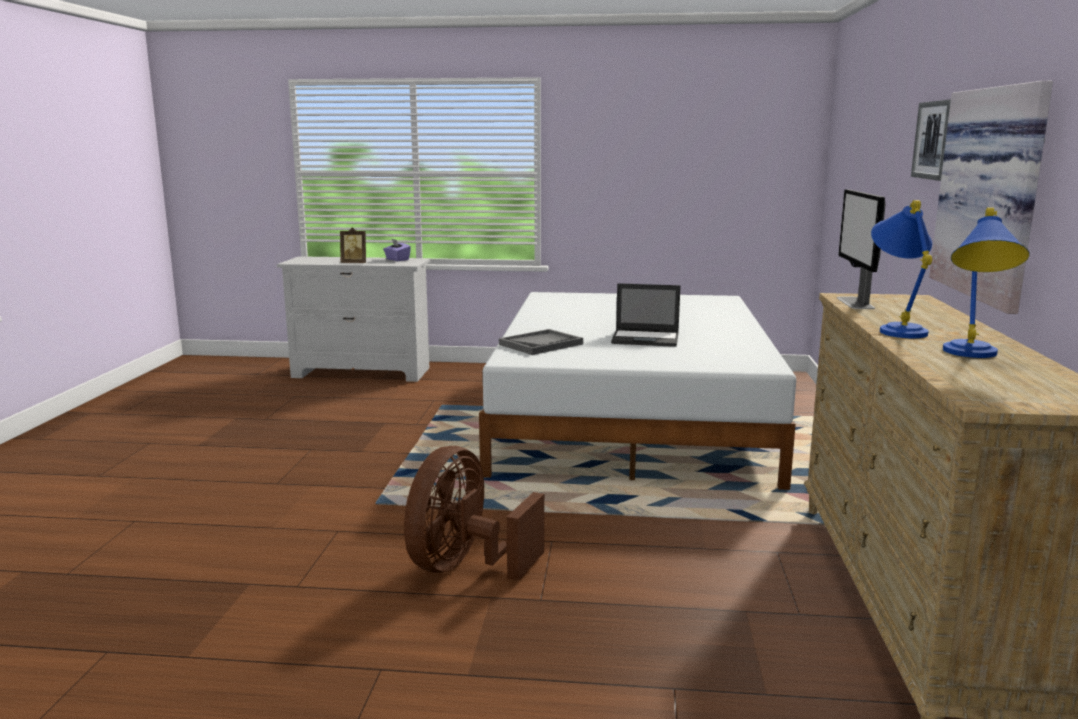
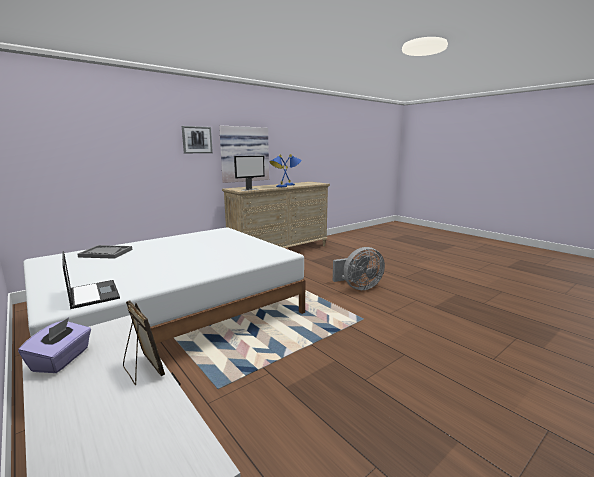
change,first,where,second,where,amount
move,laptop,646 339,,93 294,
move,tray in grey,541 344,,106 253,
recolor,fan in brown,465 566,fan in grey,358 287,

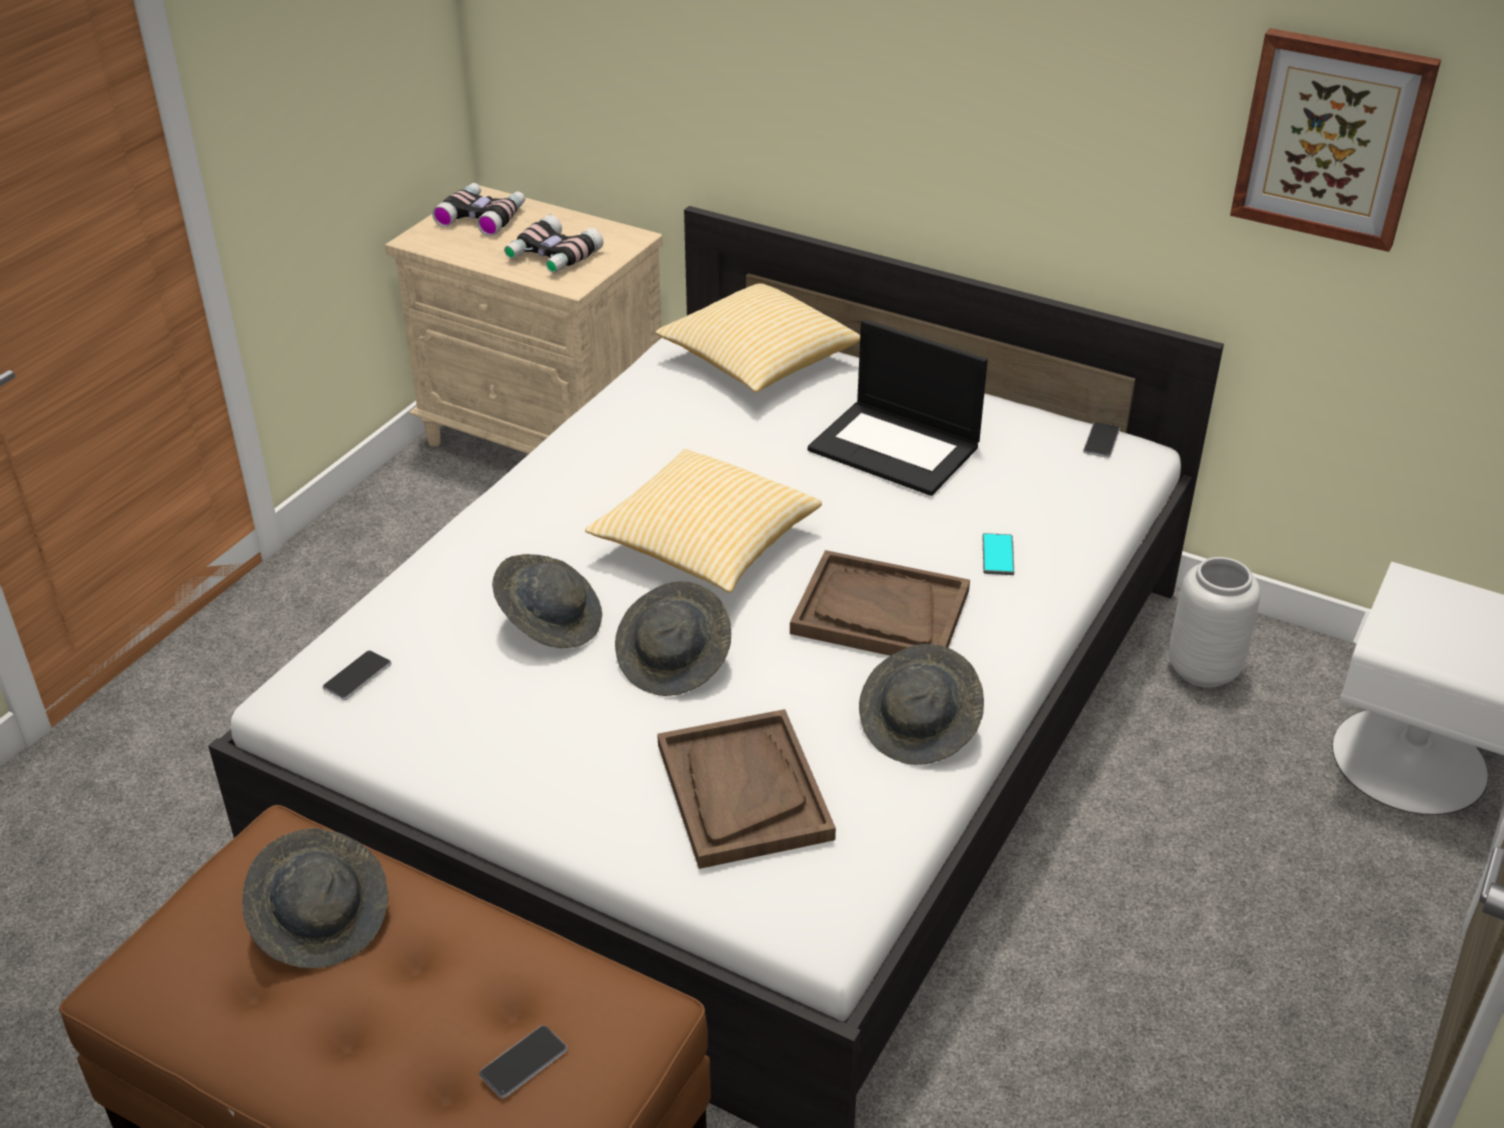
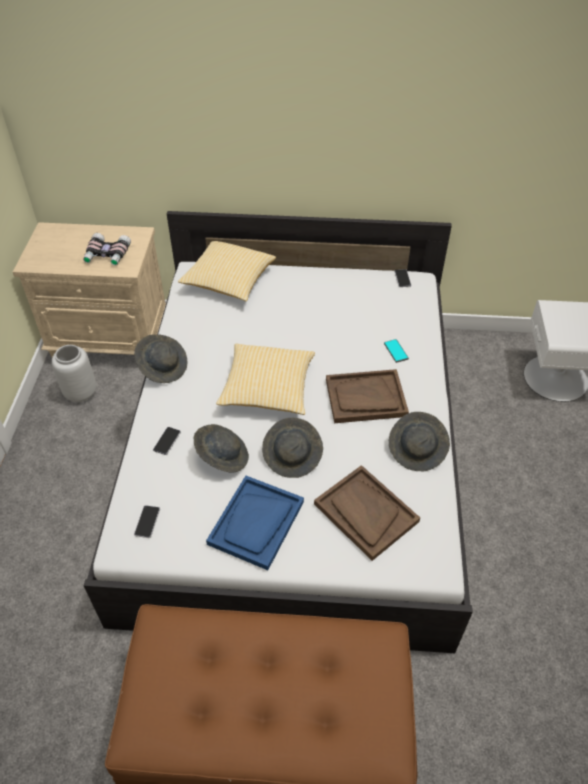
change,first,where,second,where,amount
move,vase in grey,1205 670,,81 393,
move,hat in grey,322 919,,163 367,
move,phone,523 1062,,167 441,
insert,,,tray in blue,256 523,
delete,binoculars,482 216,,,
delete,laptop,896 448,,,
delete,picture,1332 138,,,

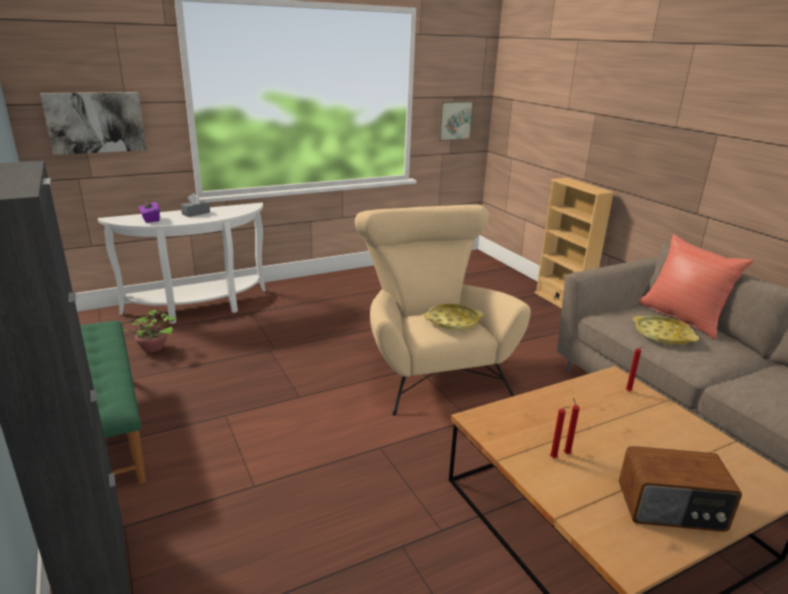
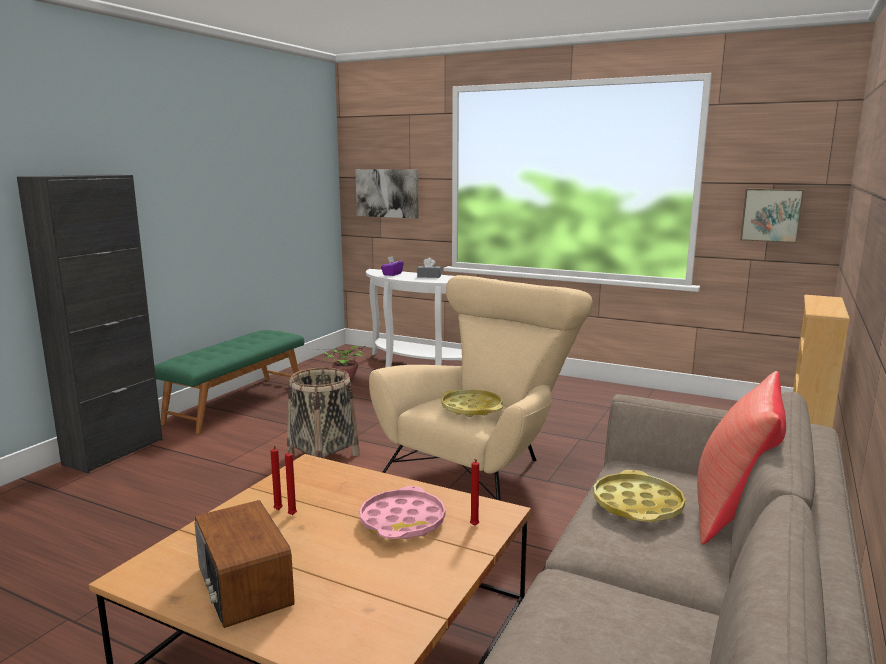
change,first,where,second,where,amount
insert,,,basket,323 455,
insert,,,tray in pink,402 521,

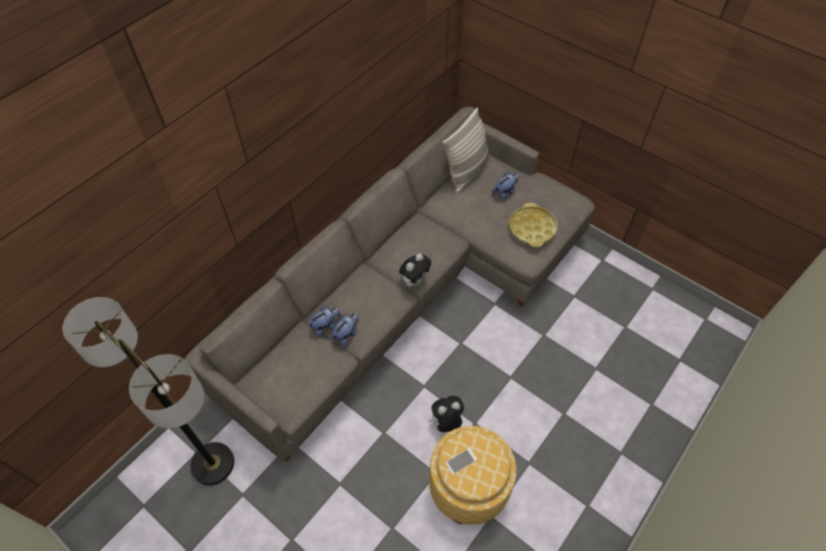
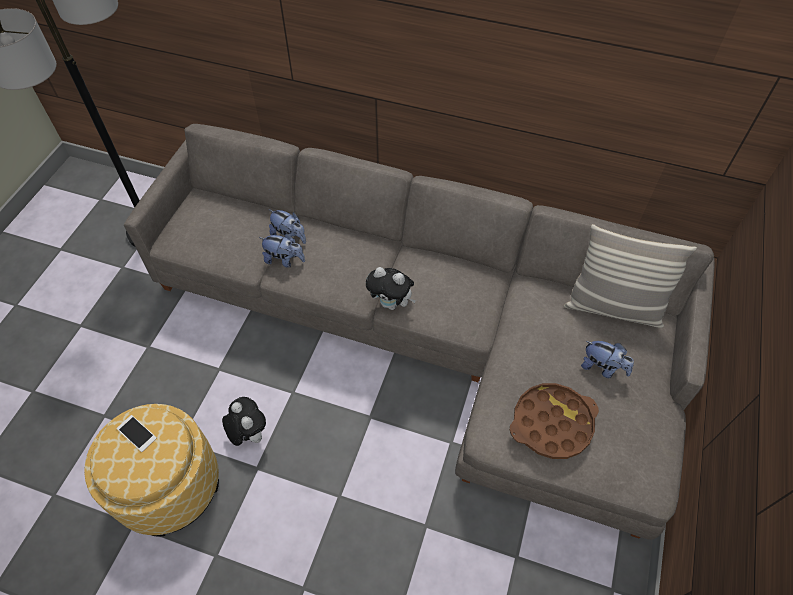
change,first,where,second,where,amount
recolor,tray in yellow,532 228,tray in brown,552 423,

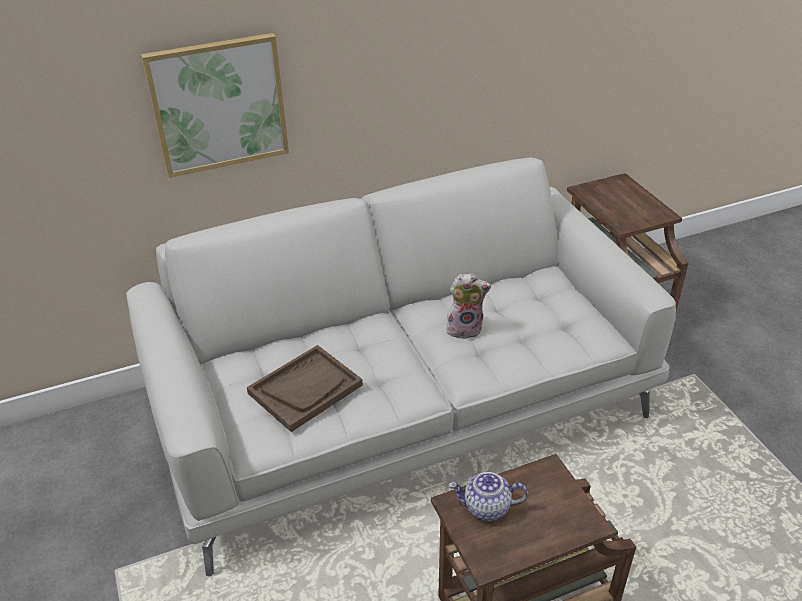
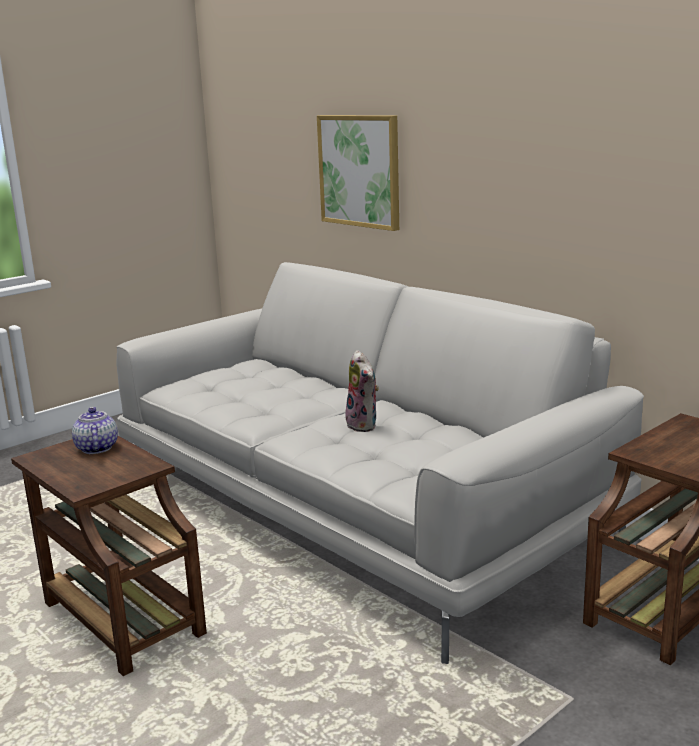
change,first,where,second,where,amount
delete,tray in brown,305 389,,,

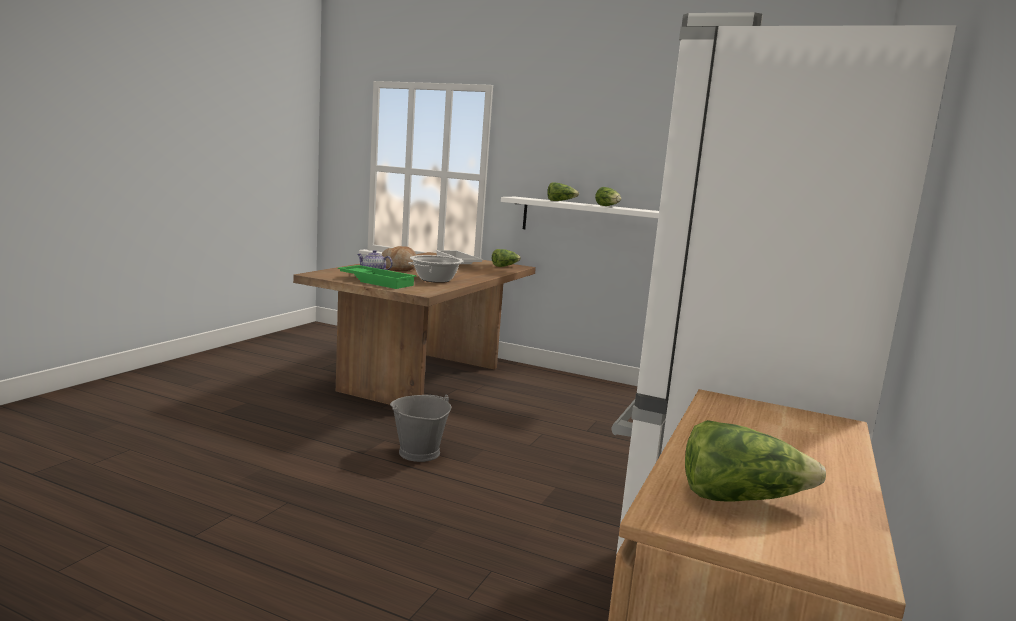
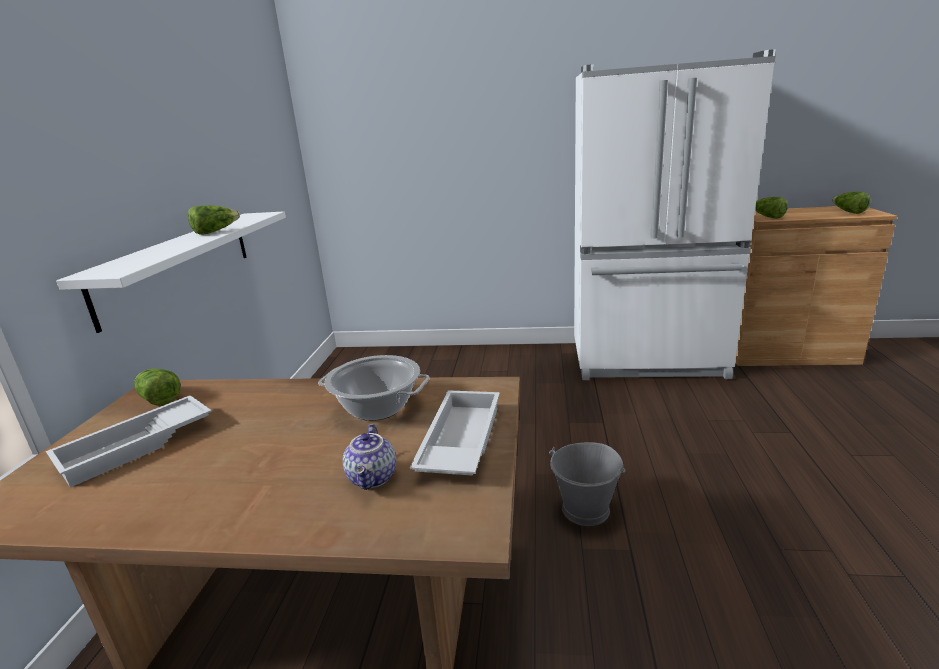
change,first,where,second,where,amount
recolor,tray in green,377 281,tray in white,459 441,
move,lettuce,560 201,,767 217,
delete,bread,399 268,,,

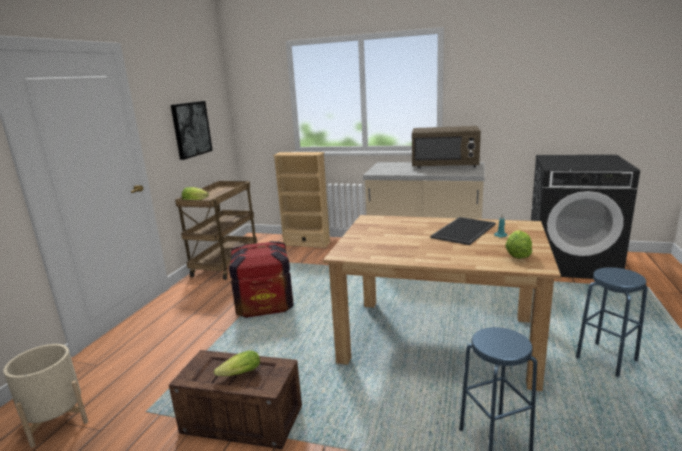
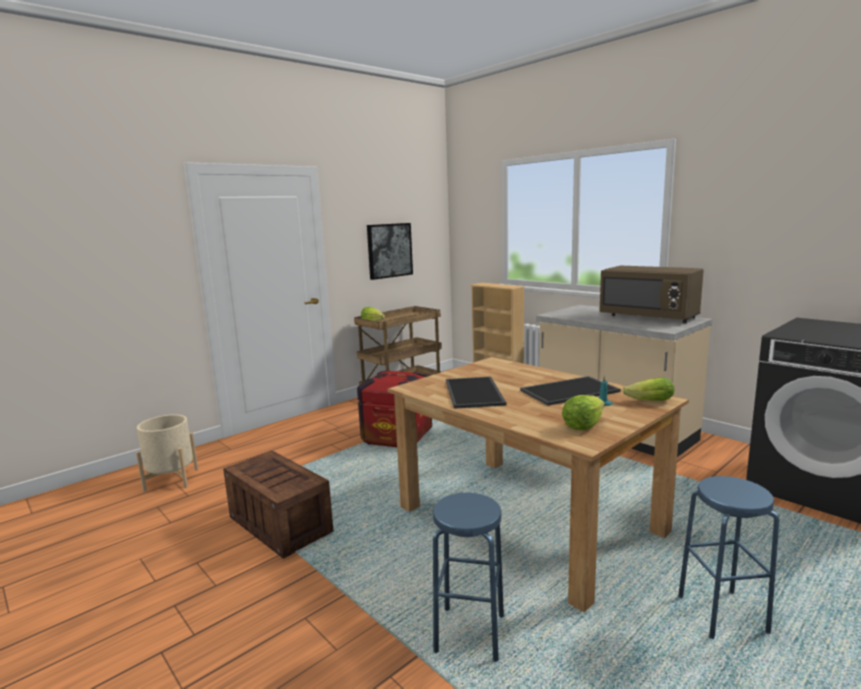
change,first,where,second,where,amount
insert,,,tray,475 393,
move,lettuce,238 374,,647 401,

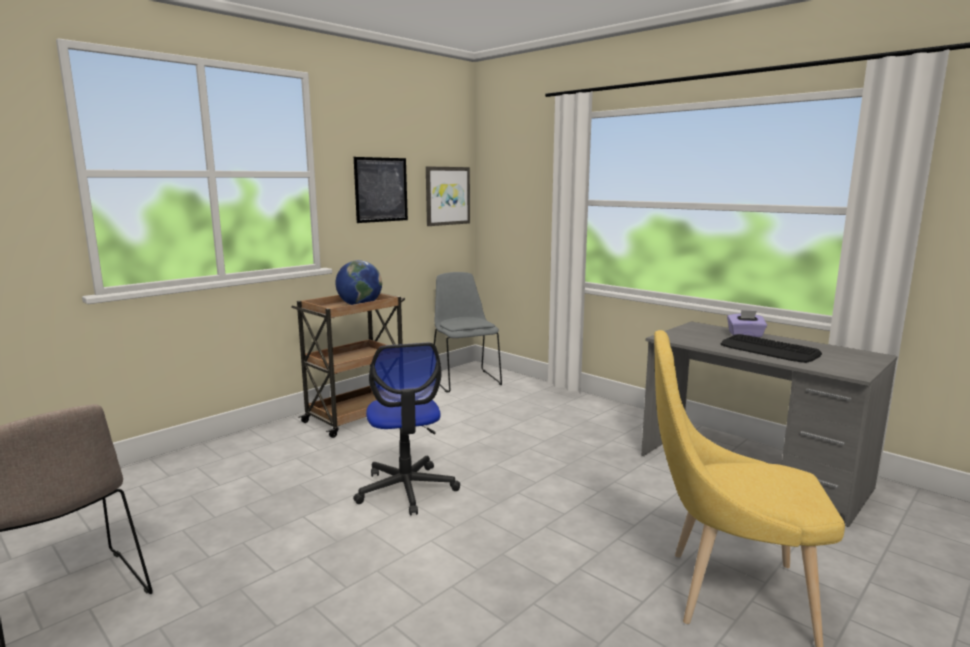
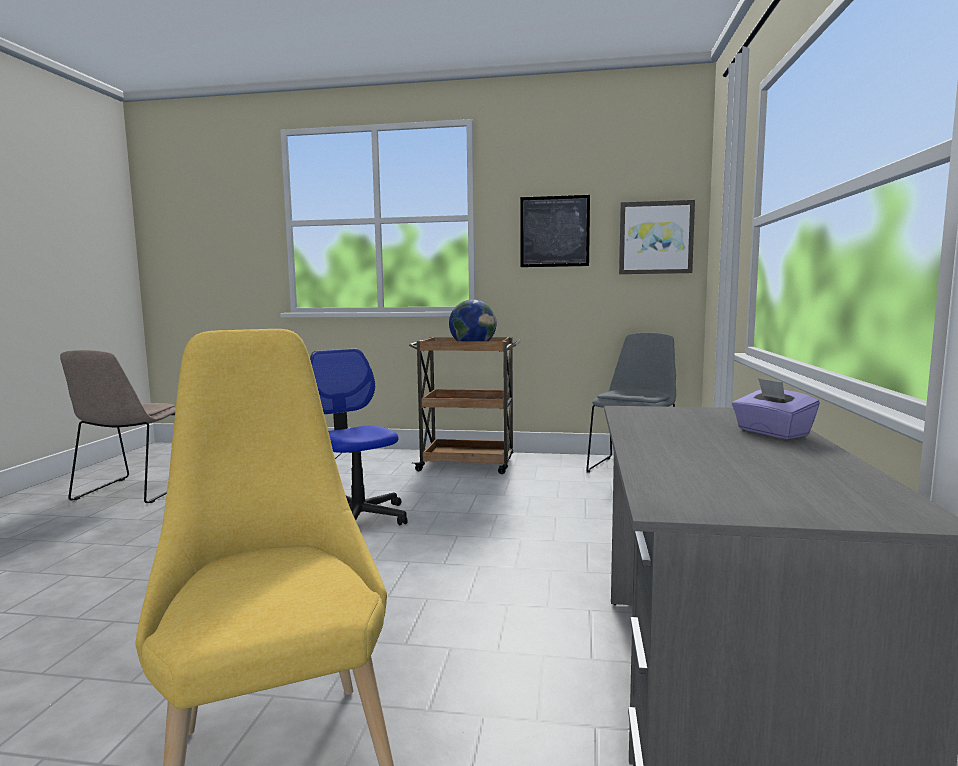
change,first,where,second,where,amount
rotate,office chair,406 489,,357 519,105 degrees clockwise
delete,keyboard,769 350,,,

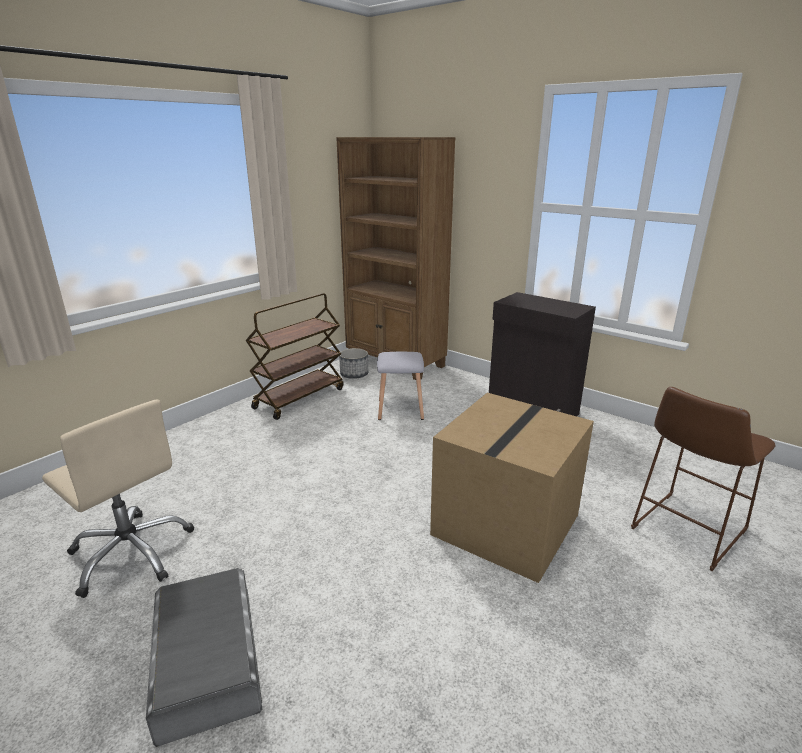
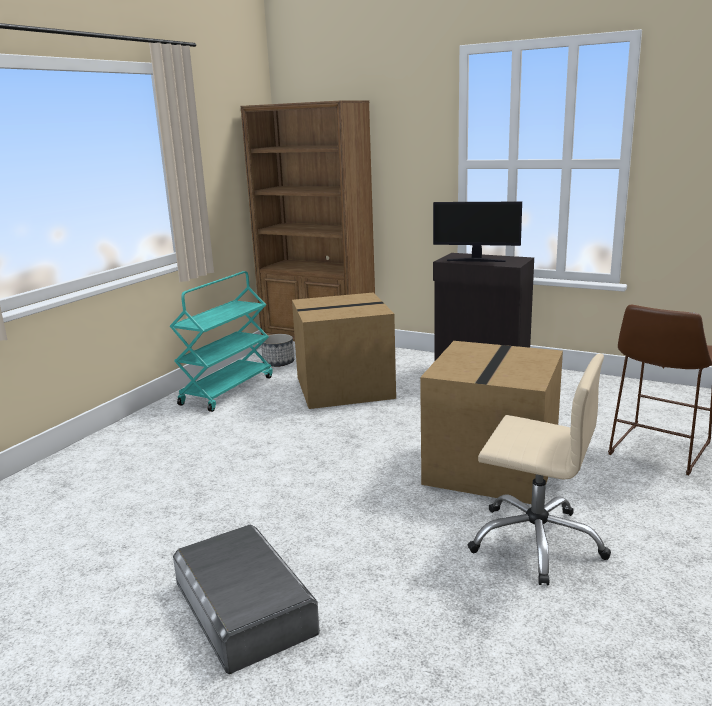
change,first,where,second,where,amount
recolor,cart in brown,299 398,cart in turquoise,227 390,
replace,stool in grey,399 409,cardboard box,343 388,
insert,,,monitor,476 260,
move,office chair in beige,132 552,,536 541,

